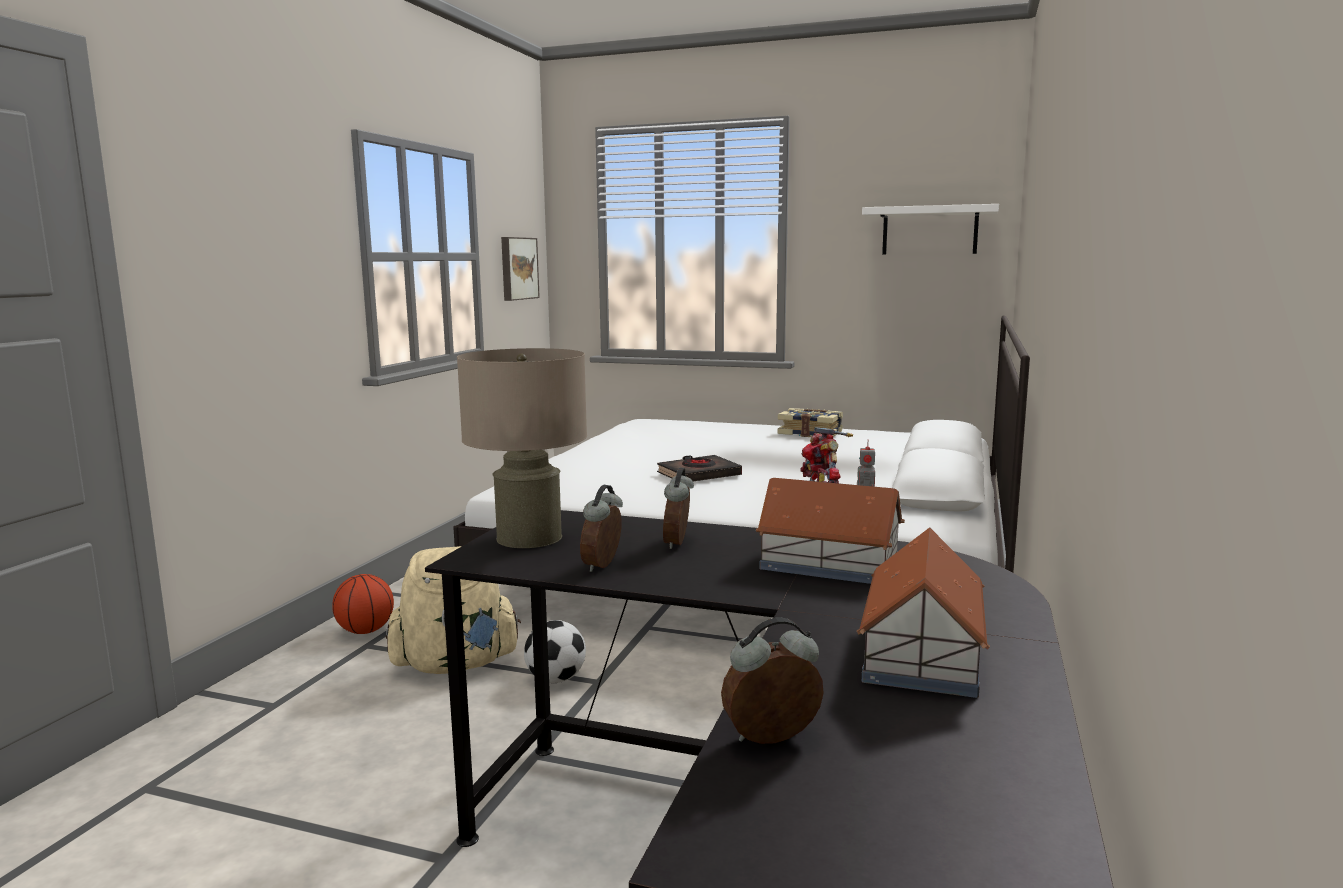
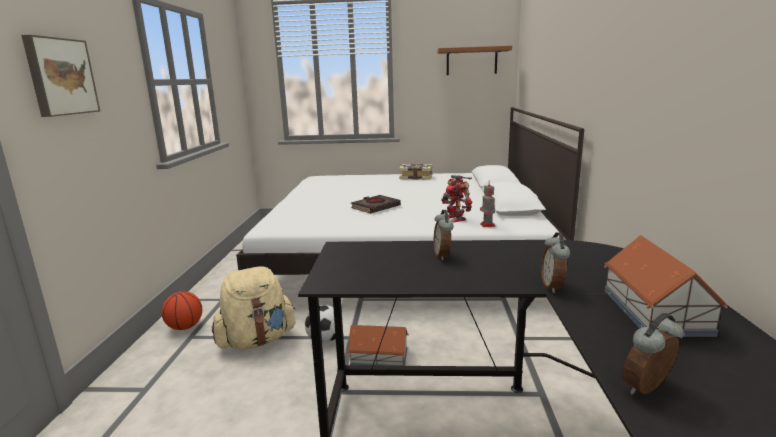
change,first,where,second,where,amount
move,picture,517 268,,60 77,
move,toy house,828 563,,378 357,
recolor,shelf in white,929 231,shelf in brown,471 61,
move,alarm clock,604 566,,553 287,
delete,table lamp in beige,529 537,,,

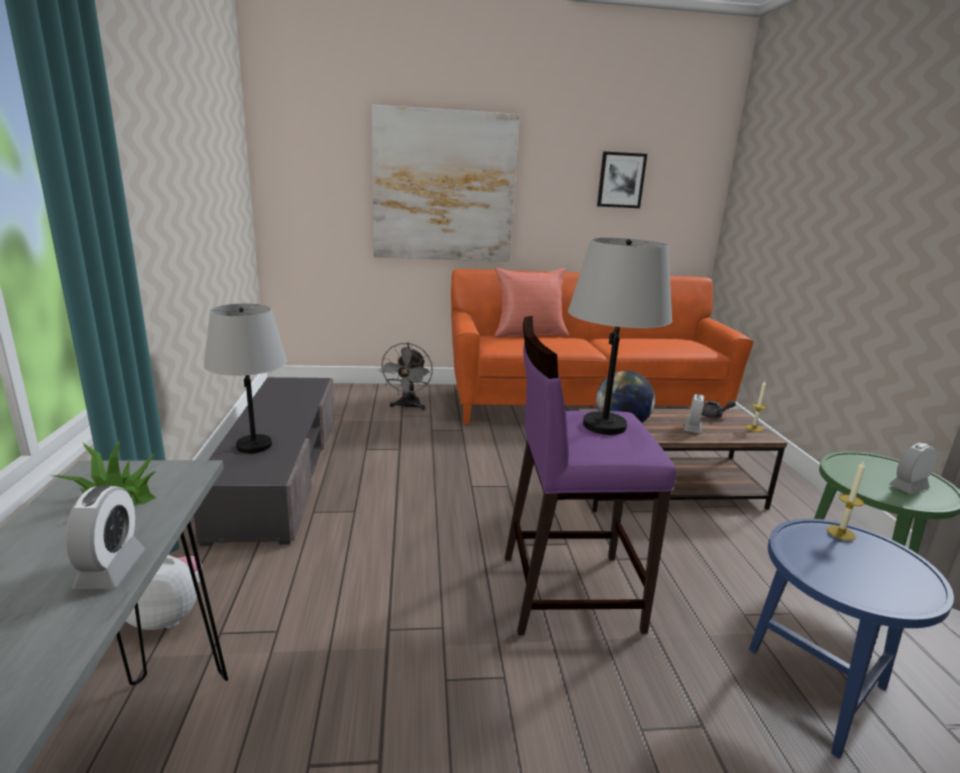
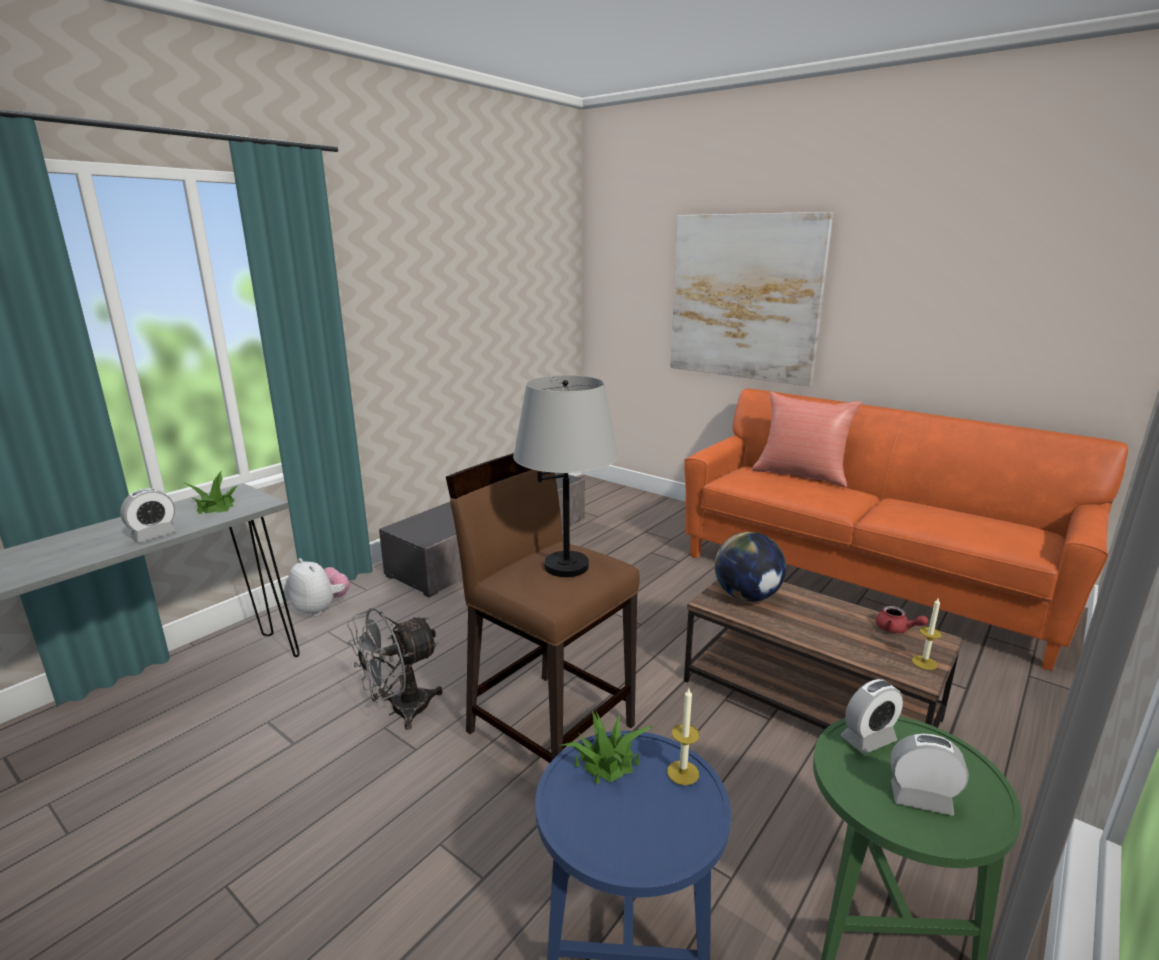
change,first,where,second,where,amount
move,fan in grey,407 407,,400 710,
recolor,stool in purple,568 591,stool in brown,550 726,
insert,,,potted plant,606 761,
move,alarm clock,692 428,,868 739,
recolor,teapot in grey,714 416,teapot in red,896 629,
delete,table lamp in grey,253 445,,,
delete,picture,621 180,,,

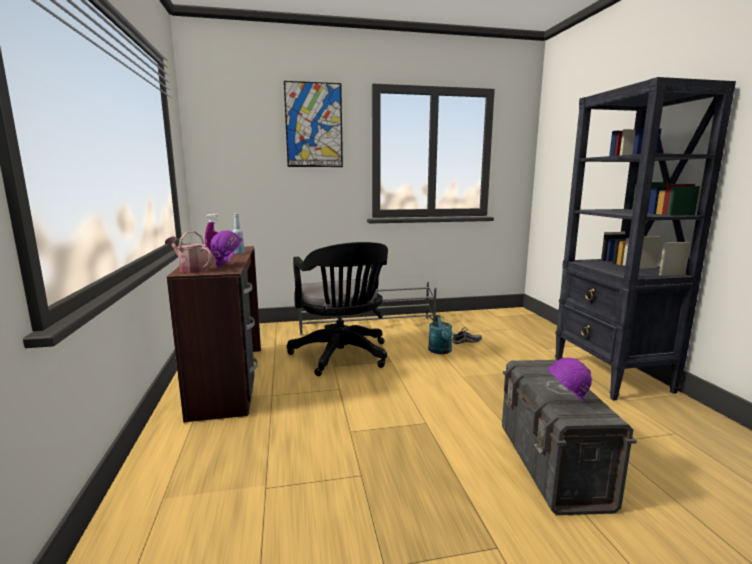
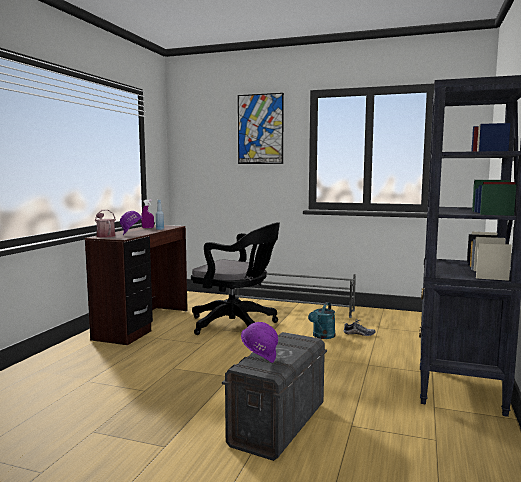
change,first,where,second,where,amount
rotate,office chair in black,342 357,,237 325,75 degrees counterclockwise

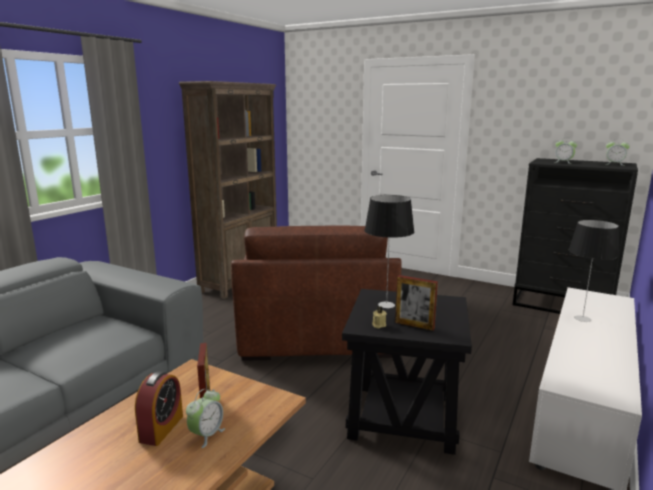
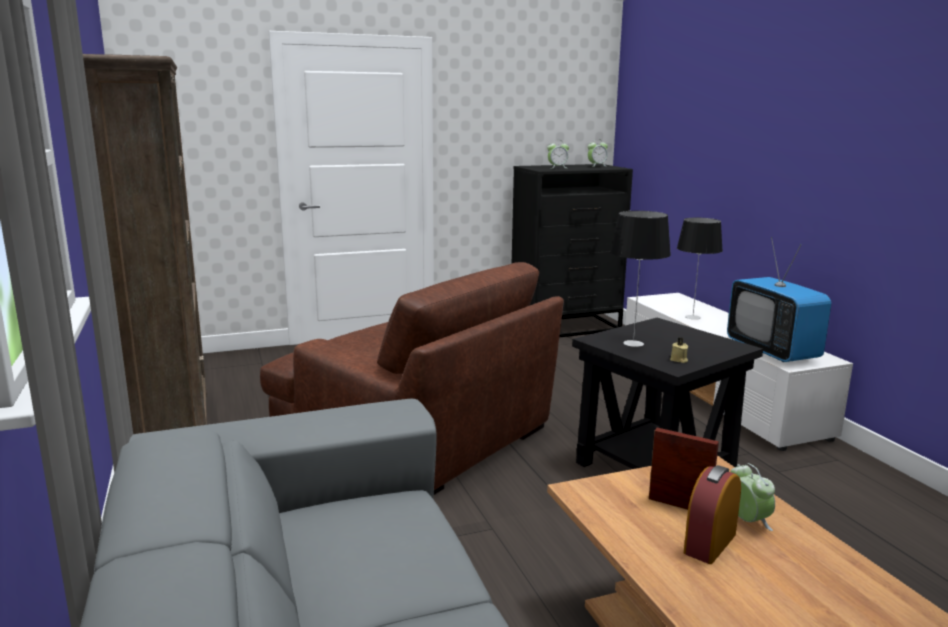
change,first,where,second,where,amount
rotate,alarm clock,161 428,,710 543,105 degrees counterclockwise
insert,,,television,772 351,
delete,picture frame,414 325,,,

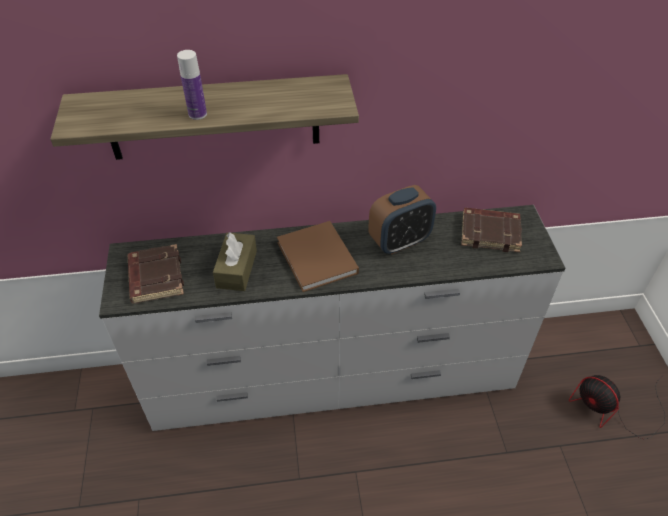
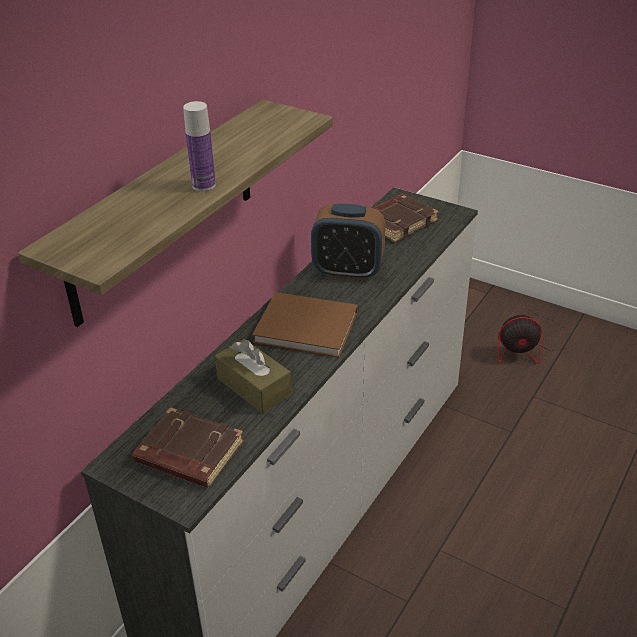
change,first,where,second,where,amount
rotate,alarm clock,399 241,,348 271,90 degrees clockwise

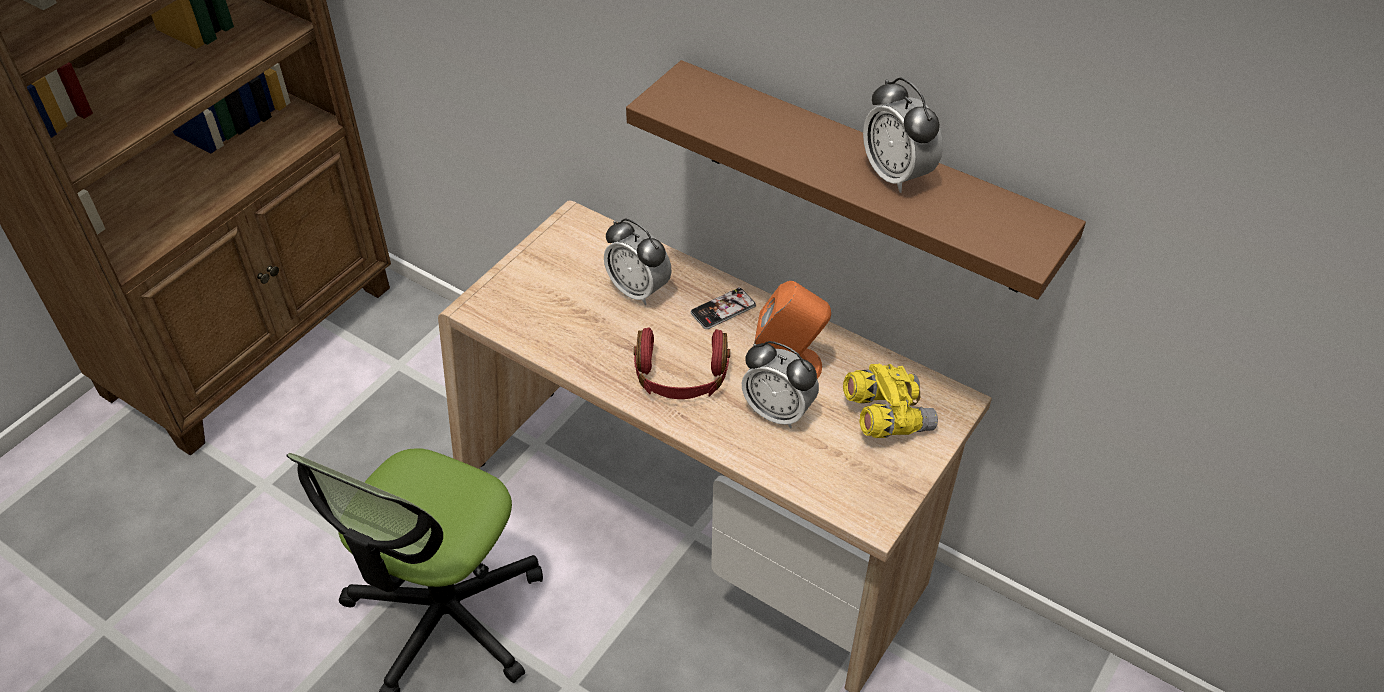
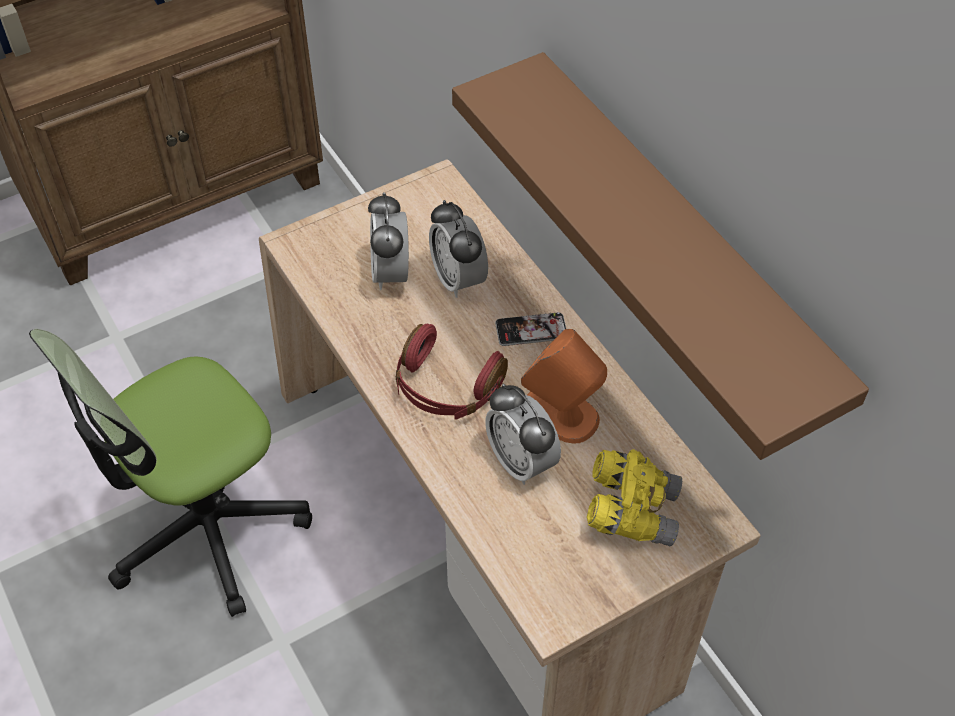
change,first,where,second,where,amount
move,alarm clock,896 175,,391 273,

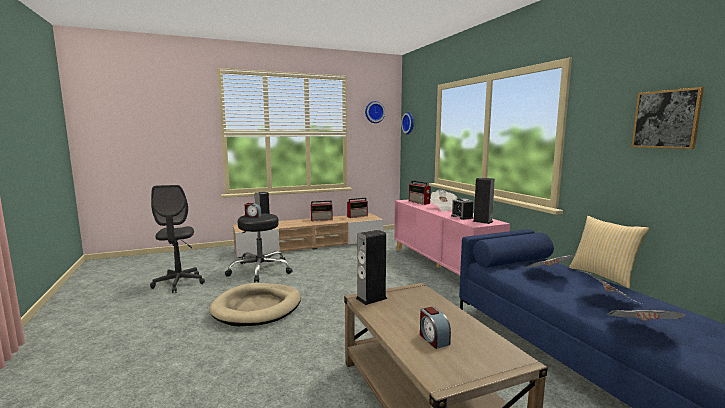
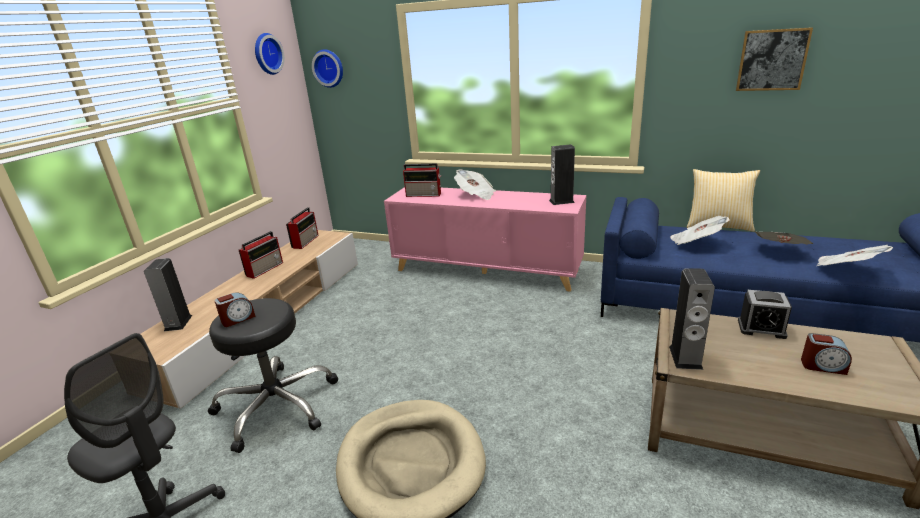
change,first,where,second,where,amount
move,alarm clock,462 217,,761 328,

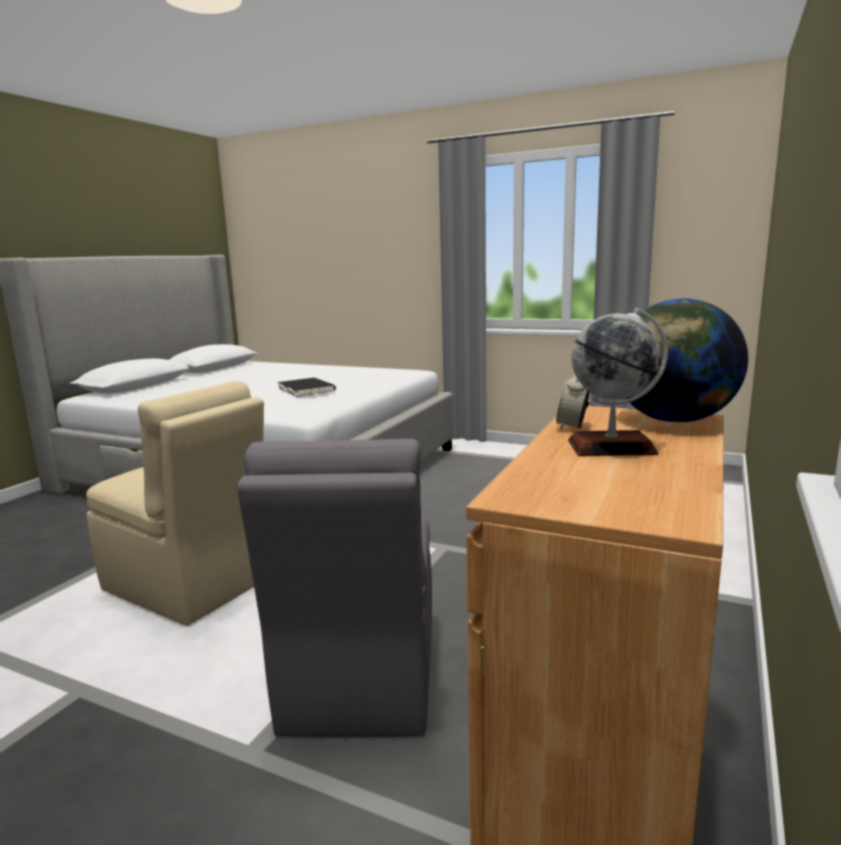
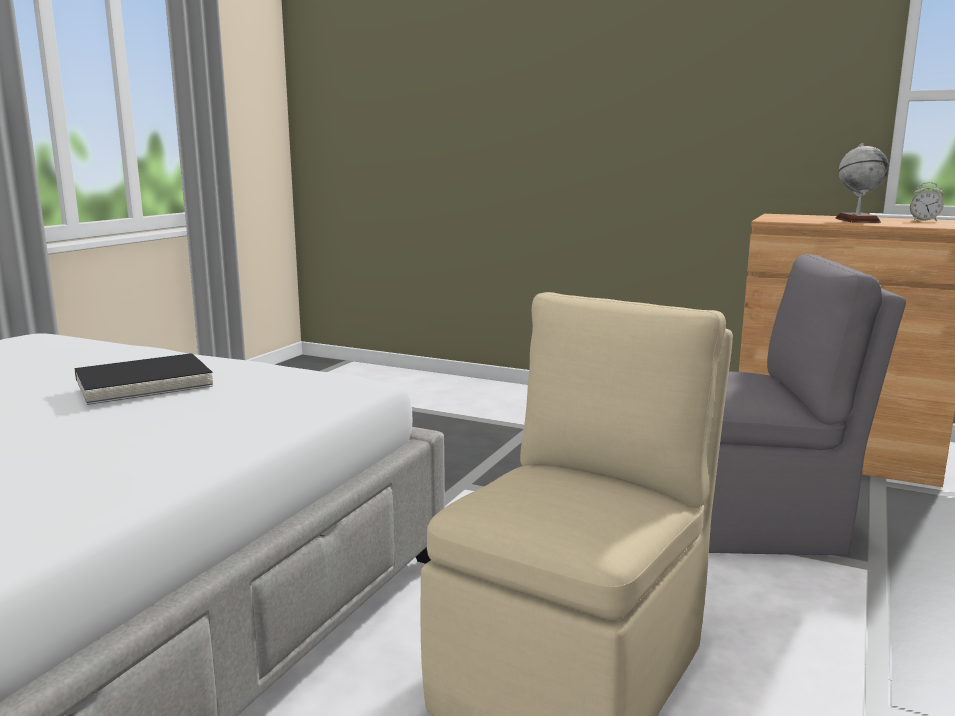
change,first,where,second,where,amount
move,alarm clock,572 427,,924 220,
delete,globe,673 420,,,

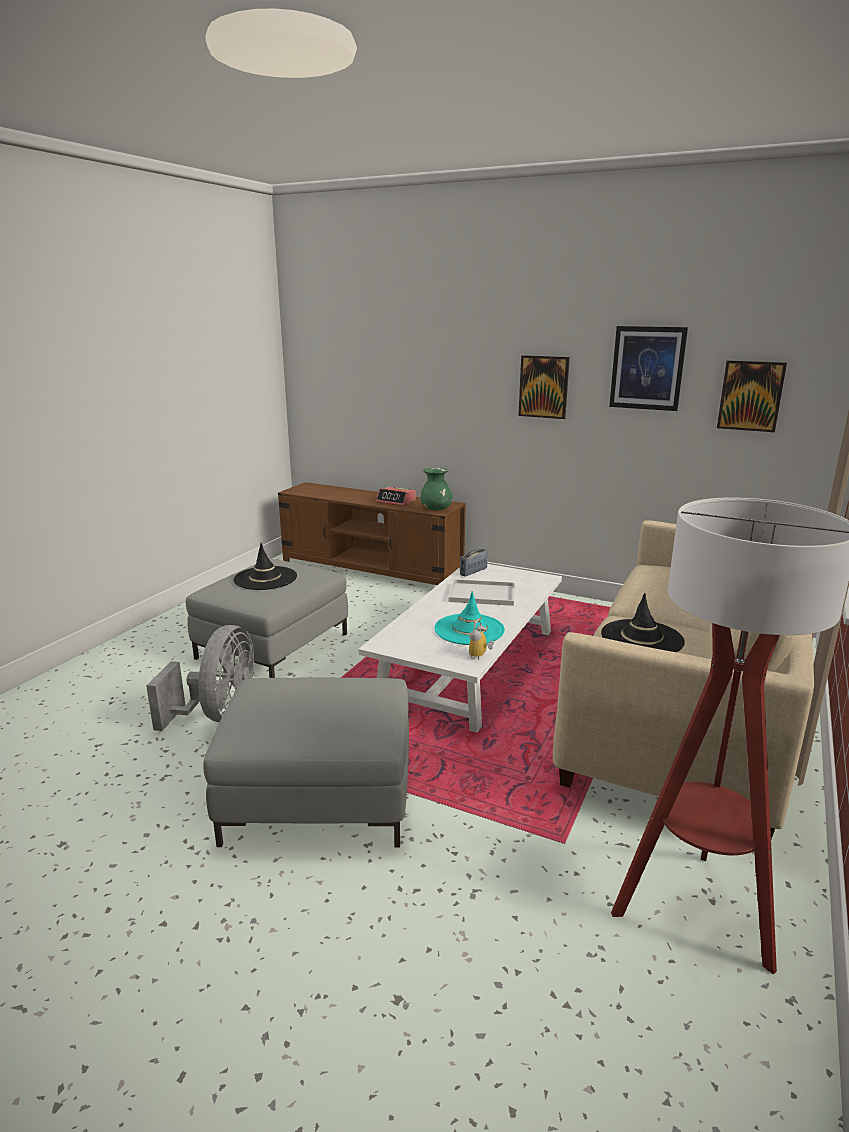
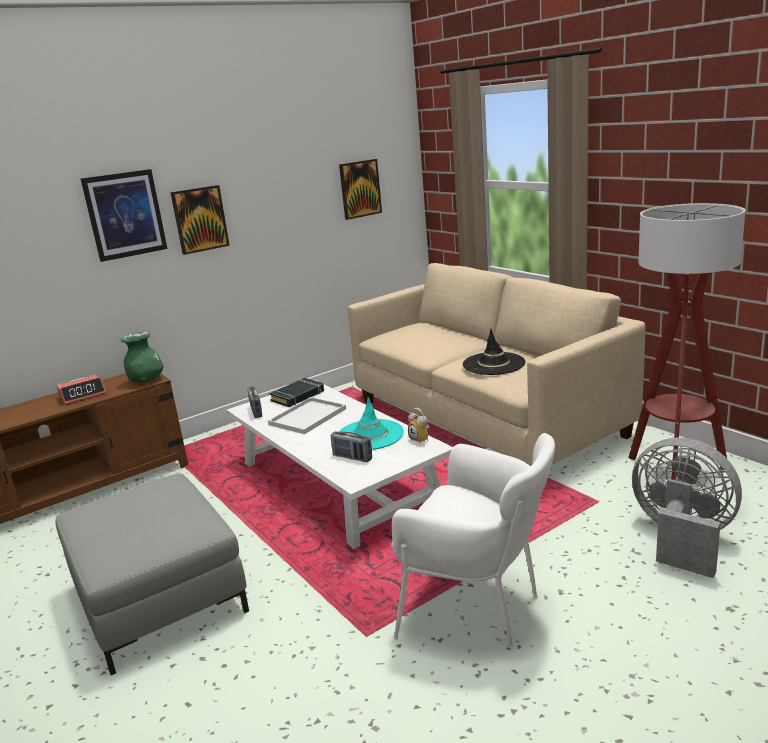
change,first,where,second,where,amount
move,picture,647 368,,125 215,
insert,,,book in black,298 396,
insert,,,radio,352 457,
replace,ottoman in grey,318 796,armchair in white,479 609,
move,fan in grey,219 715,,681 539,
delete,hat in black,265 578,,,

